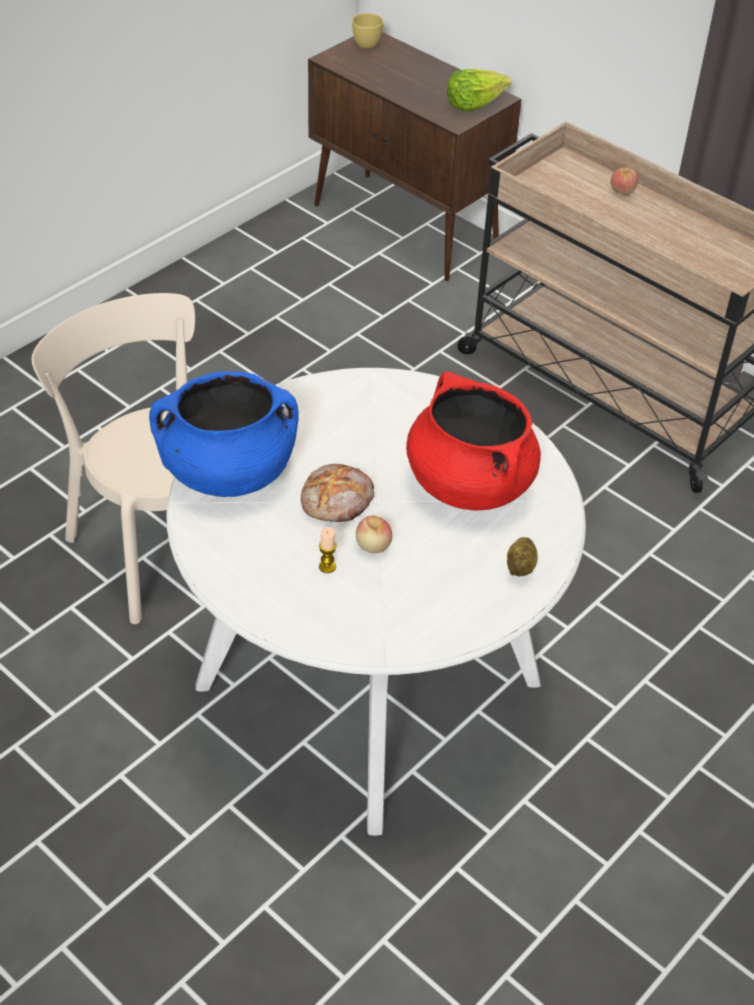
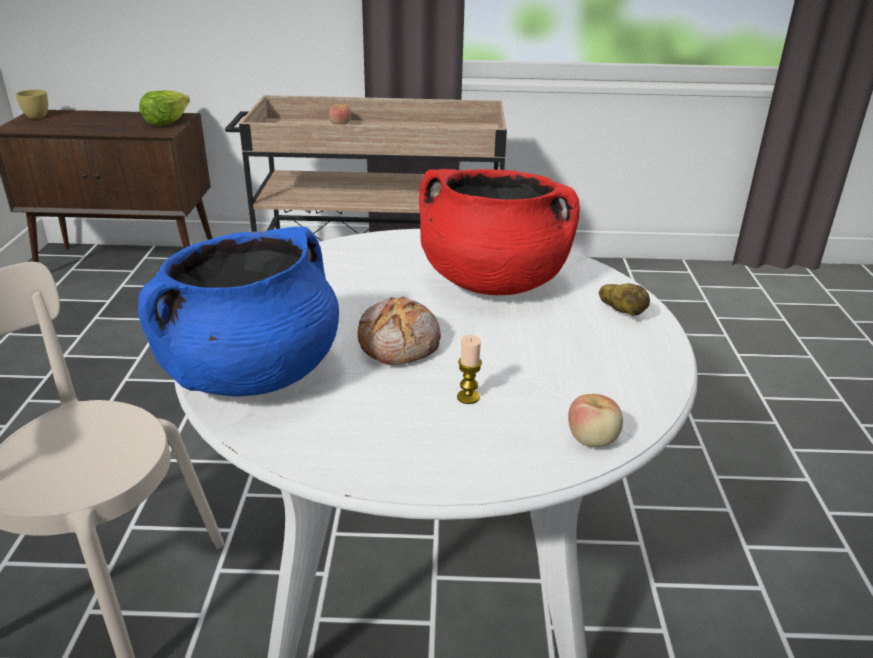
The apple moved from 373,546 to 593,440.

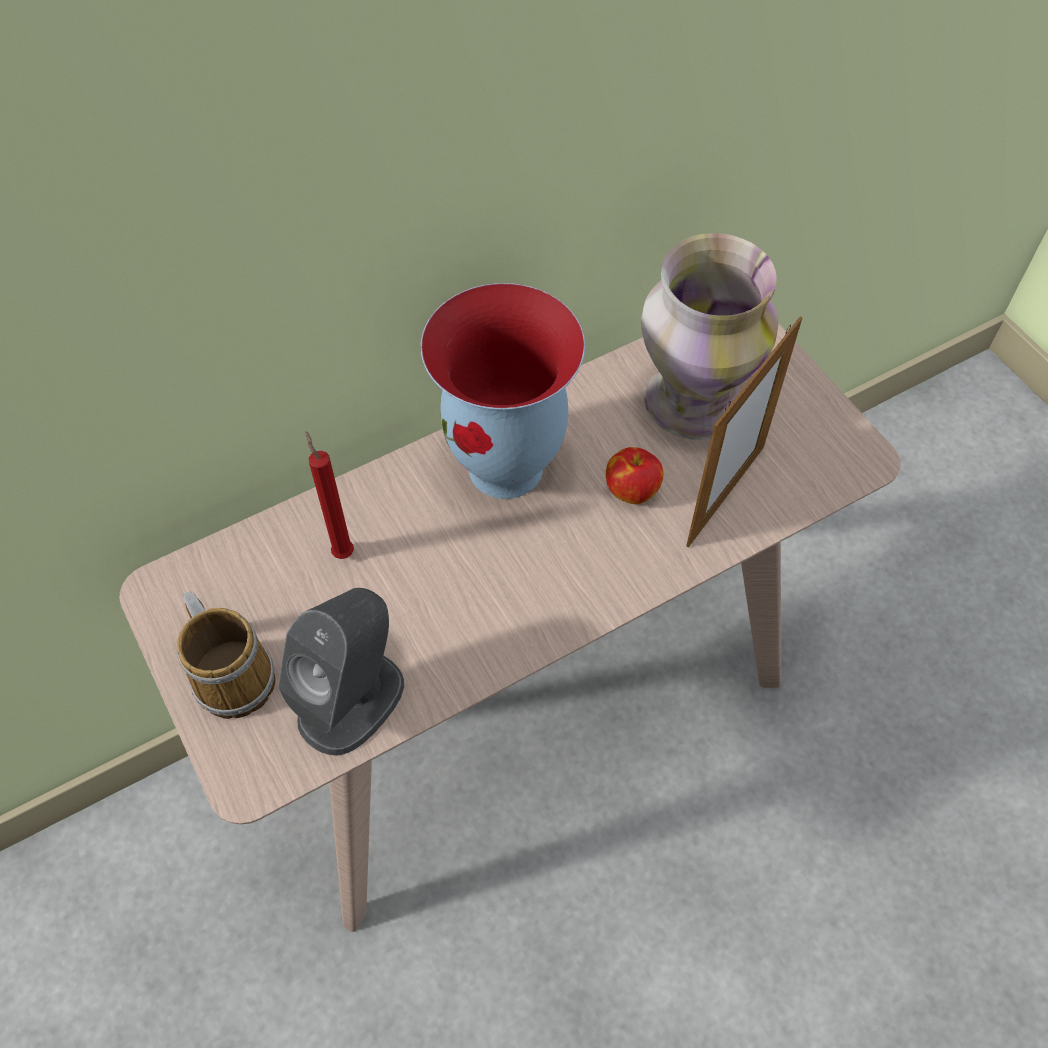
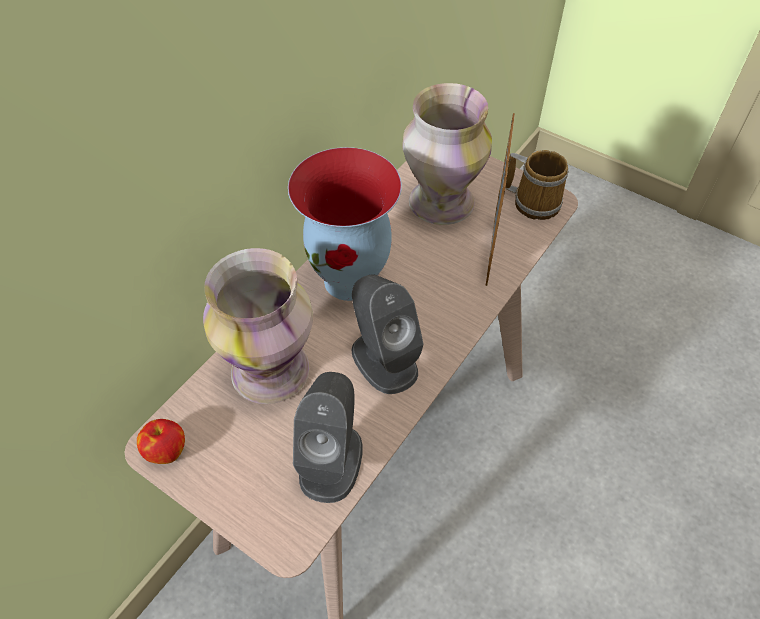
The apple moved from 632,490 to 166,451. The candle in red at 342,551 was replaced by the vase at 271,370. The speaker in grey at 384,360 appeared. The mug moved from 234,674 to 534,201.

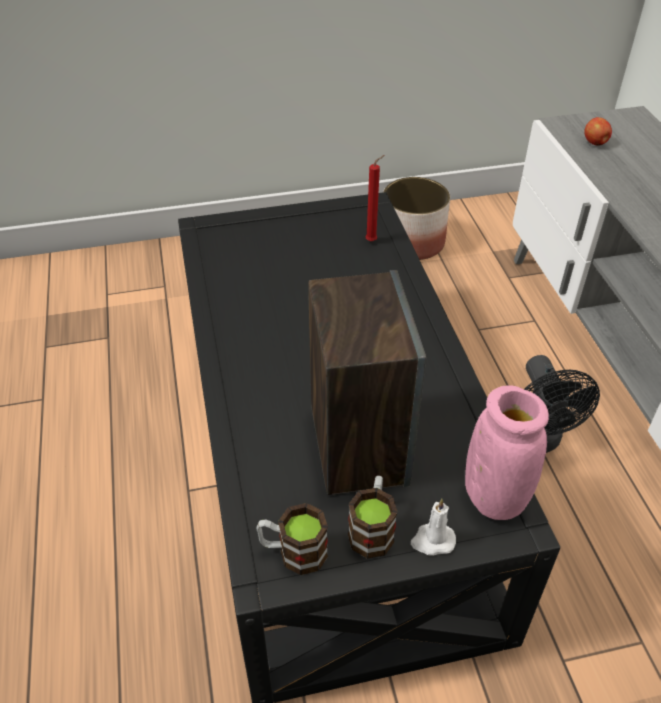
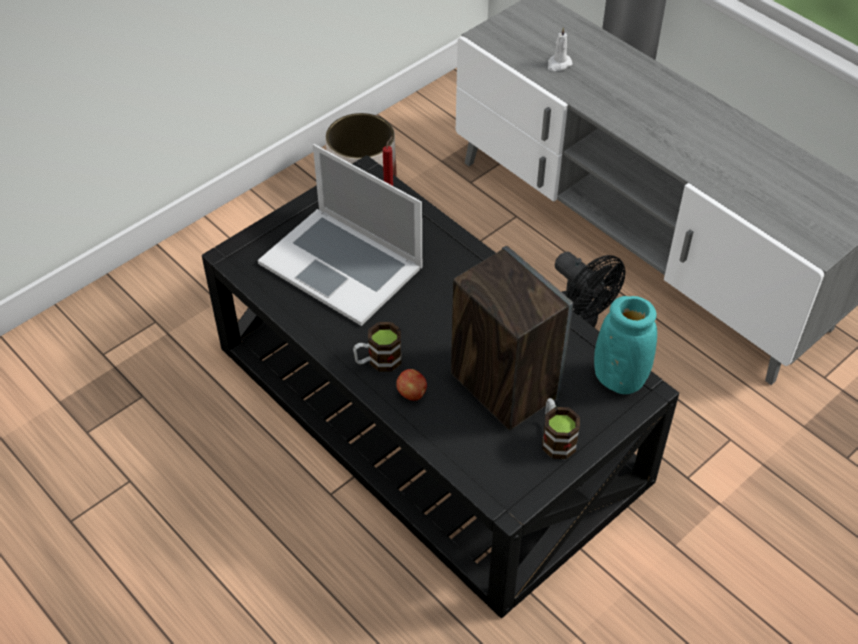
The laptop at 341,264 appeared. The mug moved from 293,552 to 378,361. The apple moved from 595,143 to 412,393. The candle in white moved from 432,541 to 558,64. The vase in pink at 494,497 became the vase in turquoise at 619,378.

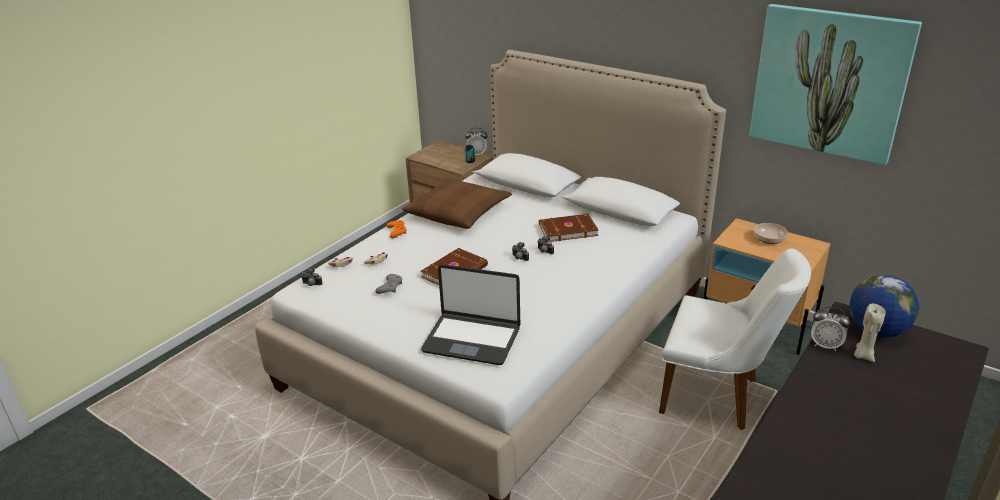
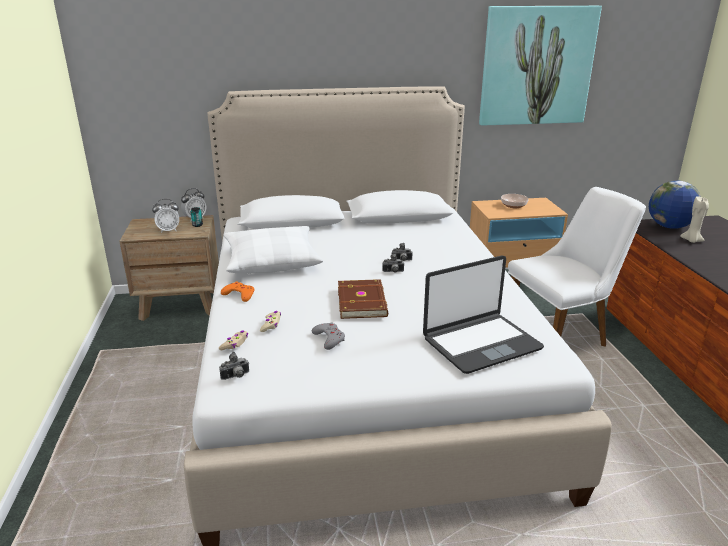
The alarm clock moved from 825,345 to 168,230. The pillow in brown at 458,212 became the pillow in white at 272,260. The book in brown at 567,230 disappeared.

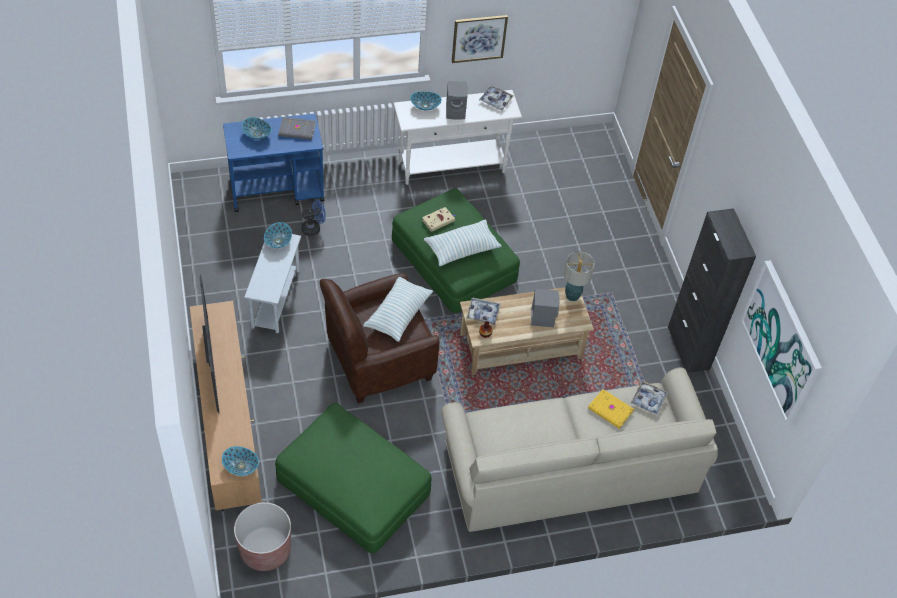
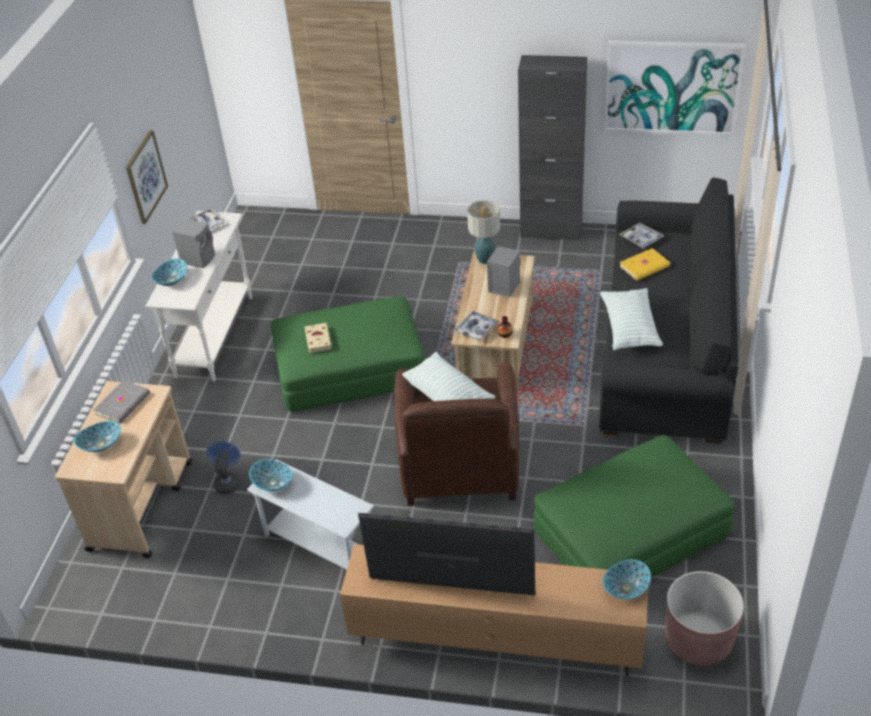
The cart in blue at 277,190 became the cart in beige at 142,504. The sofa in beige at 569,469 became the sofa in black at 666,348. The pillow moved from 462,249 to 630,328.

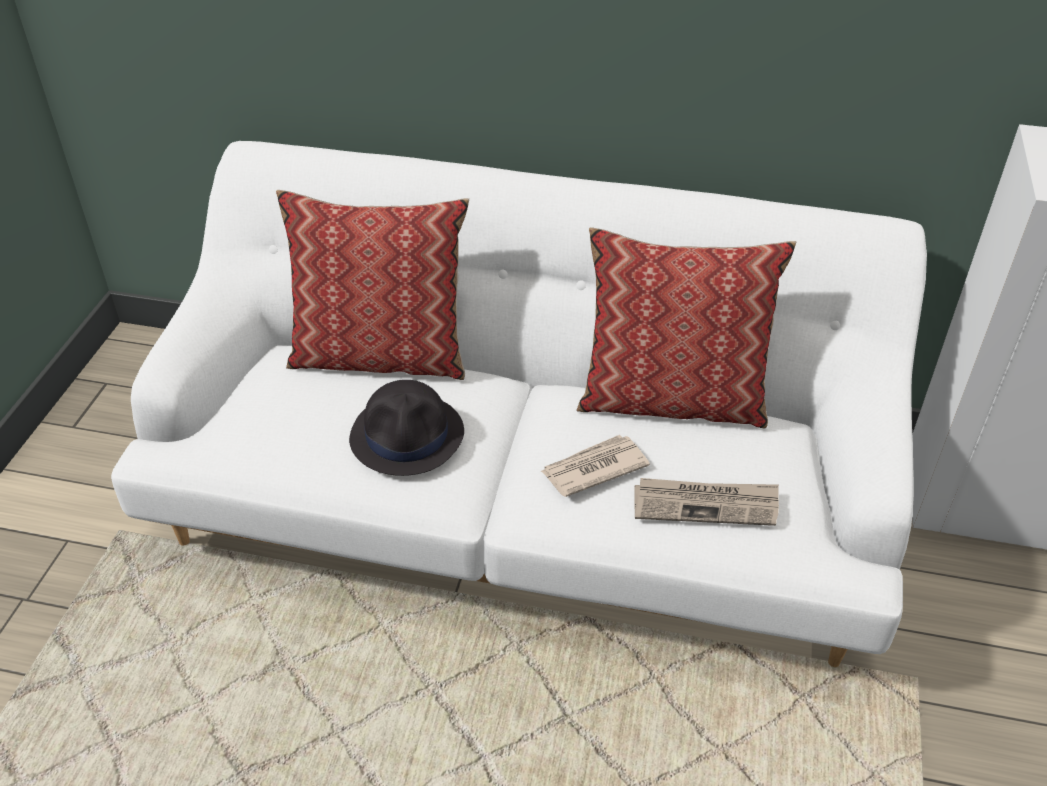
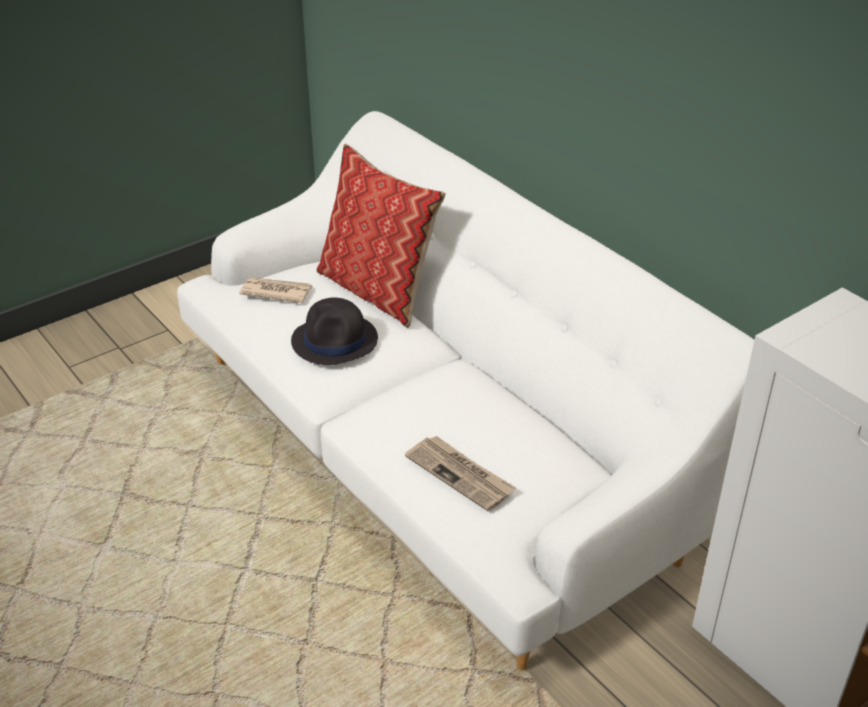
The newspaper moved from 593,468 to 275,292. The pillow at 672,399 disappeared.

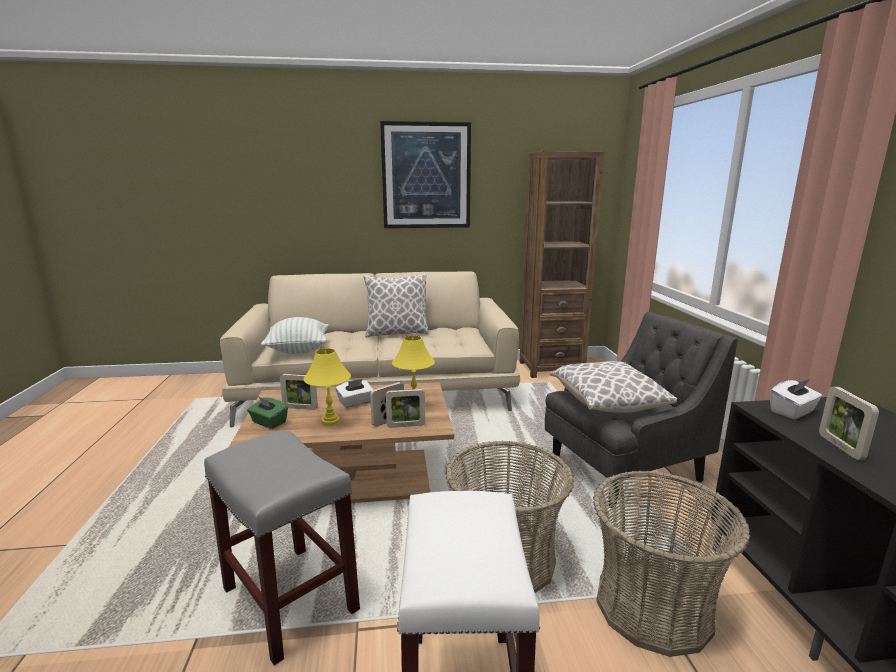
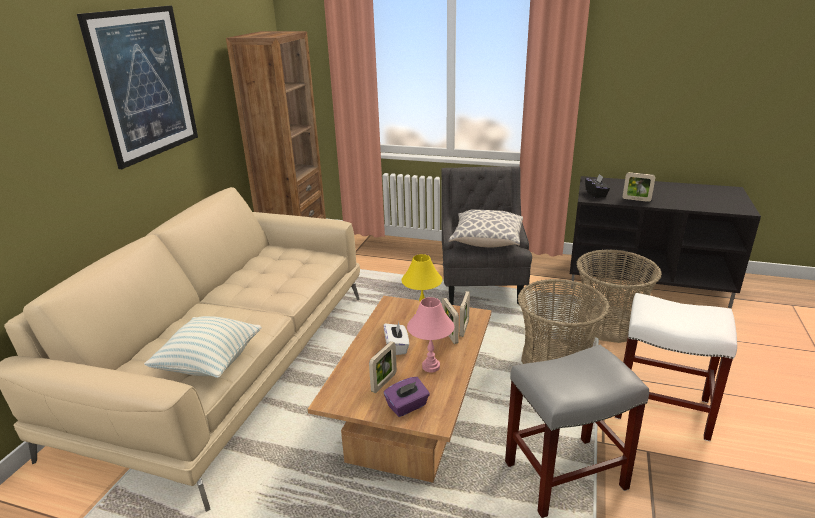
The tissue box in green at 268,422 became the tissue box in purple at 407,406. The table lamp in yellow at 331,421 became the table lamp in pink at 431,366. The tissue box in white at 792,412 became the tissue box in black at 596,194. The pillow at 397,333 disappeared.

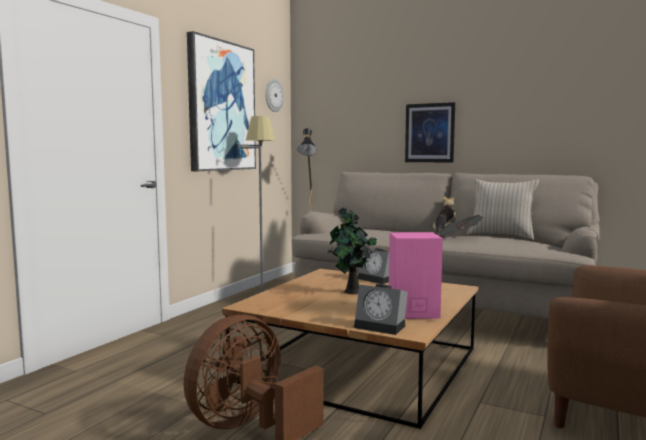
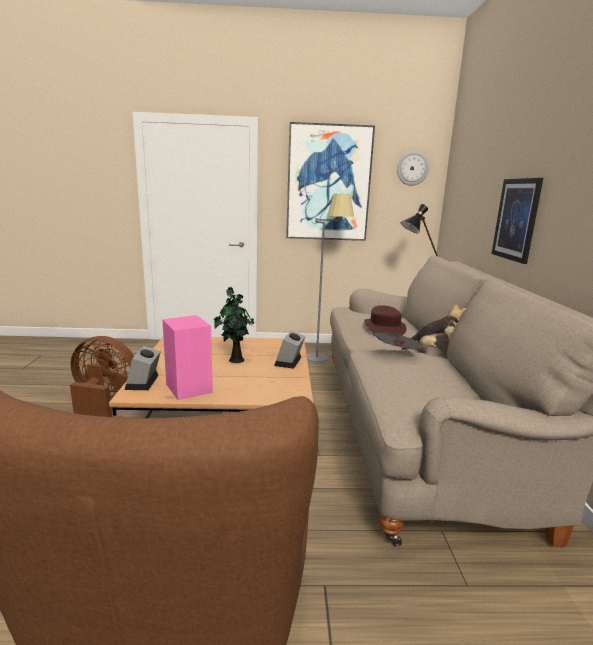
The hat in brown at 384,328 appeared. The pillow in beige at 501,236 disappeared.

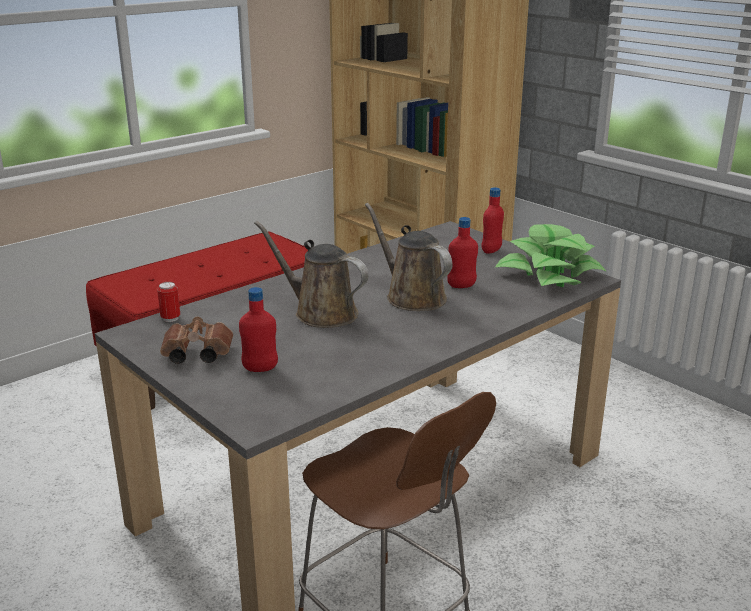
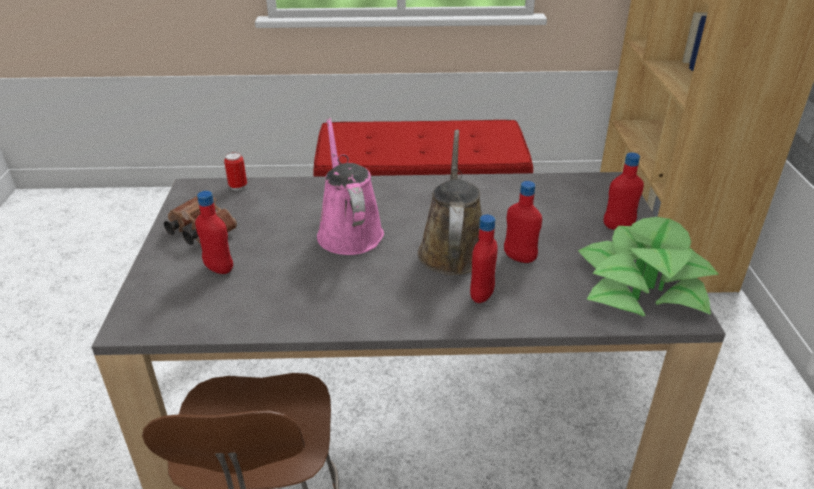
The watering can in brown at 320,312 became the watering can in pink at 348,231. The bottle in red at 481,295 appeared.

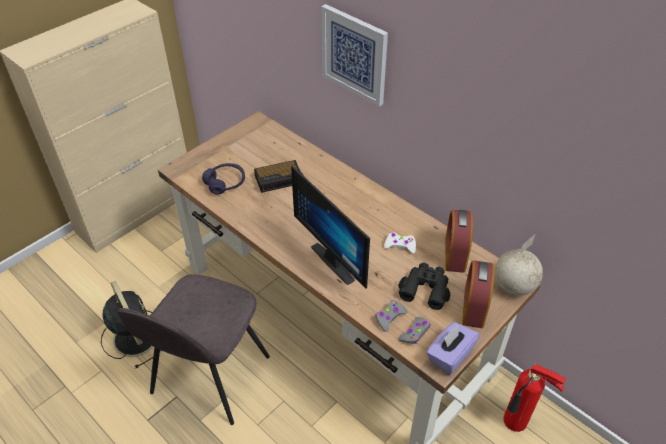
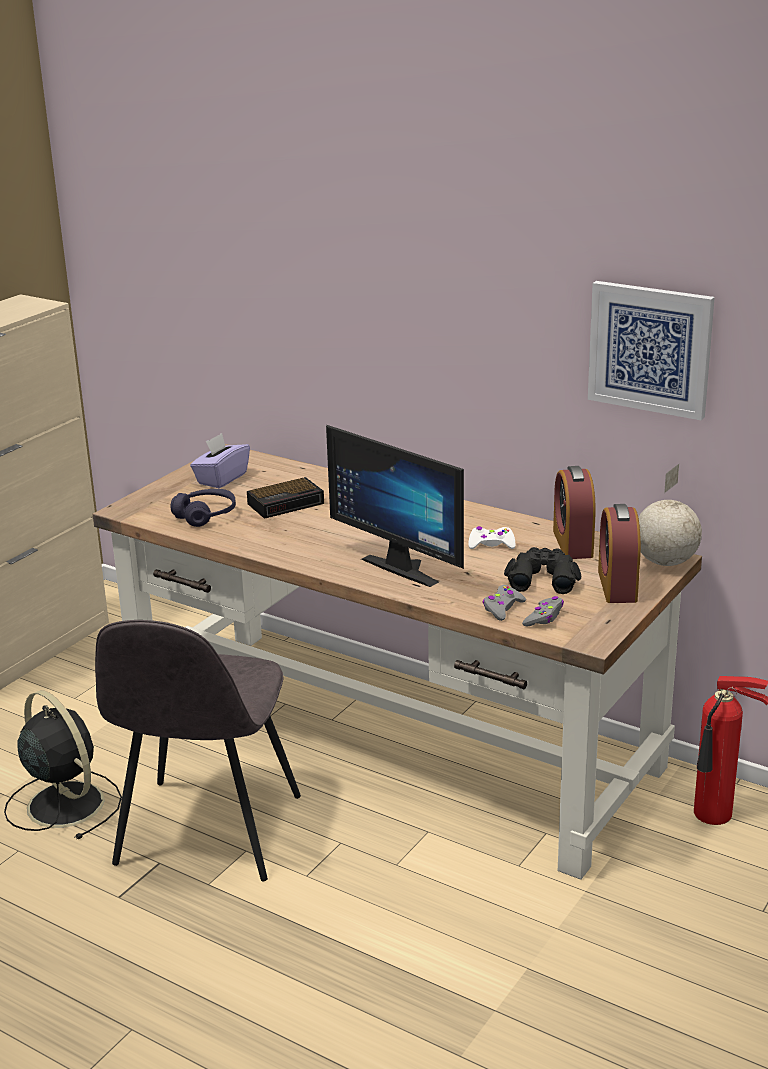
The tissue box in purple moved from 450,356 to 221,478. The picture moved from 354,54 to 650,348.

